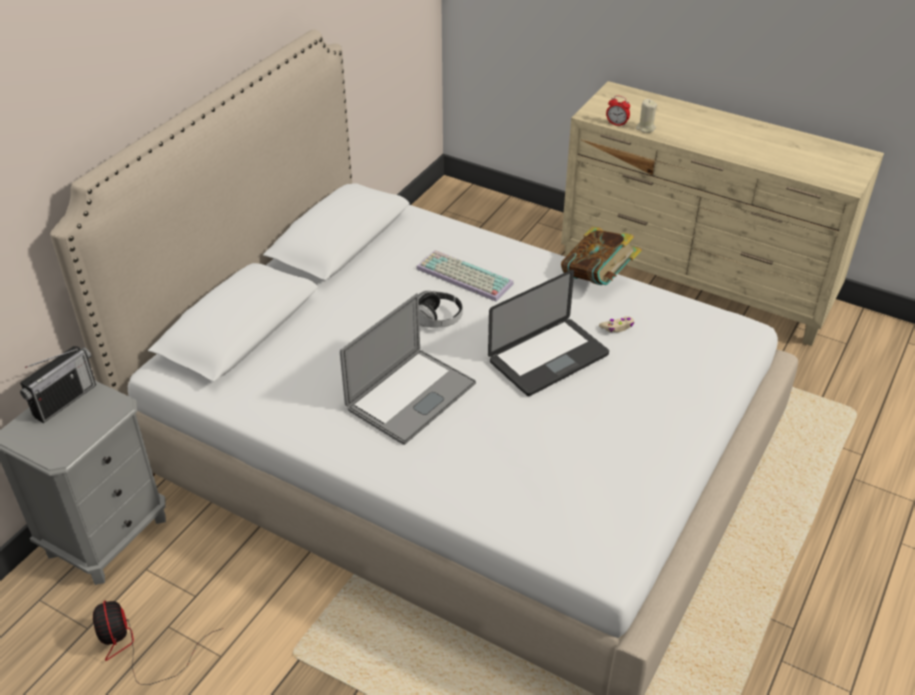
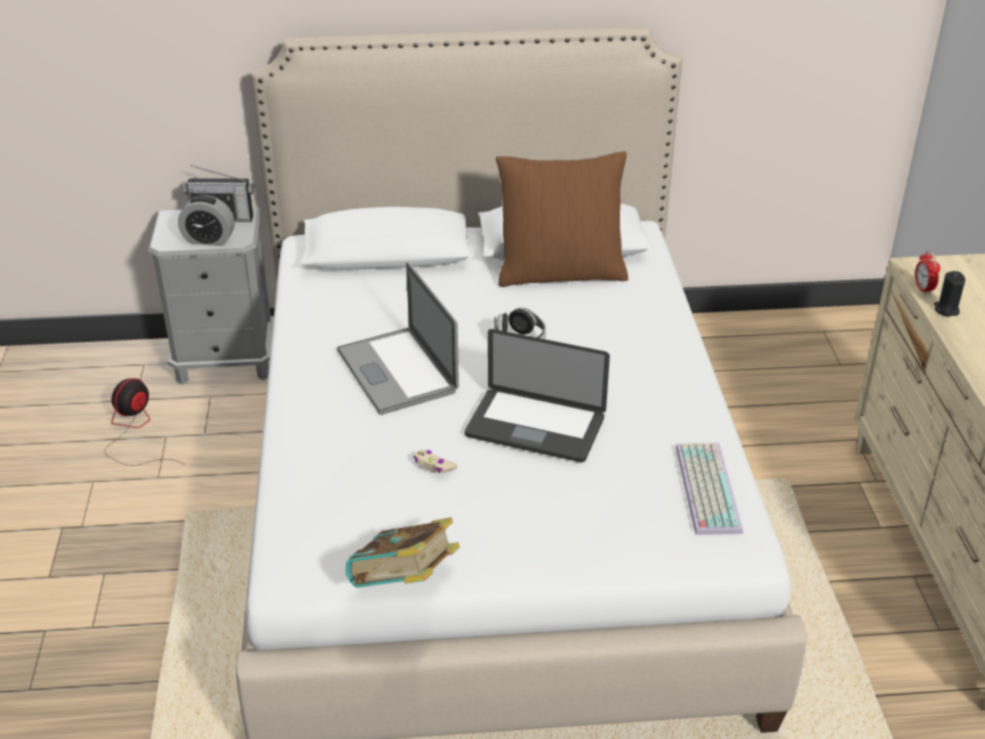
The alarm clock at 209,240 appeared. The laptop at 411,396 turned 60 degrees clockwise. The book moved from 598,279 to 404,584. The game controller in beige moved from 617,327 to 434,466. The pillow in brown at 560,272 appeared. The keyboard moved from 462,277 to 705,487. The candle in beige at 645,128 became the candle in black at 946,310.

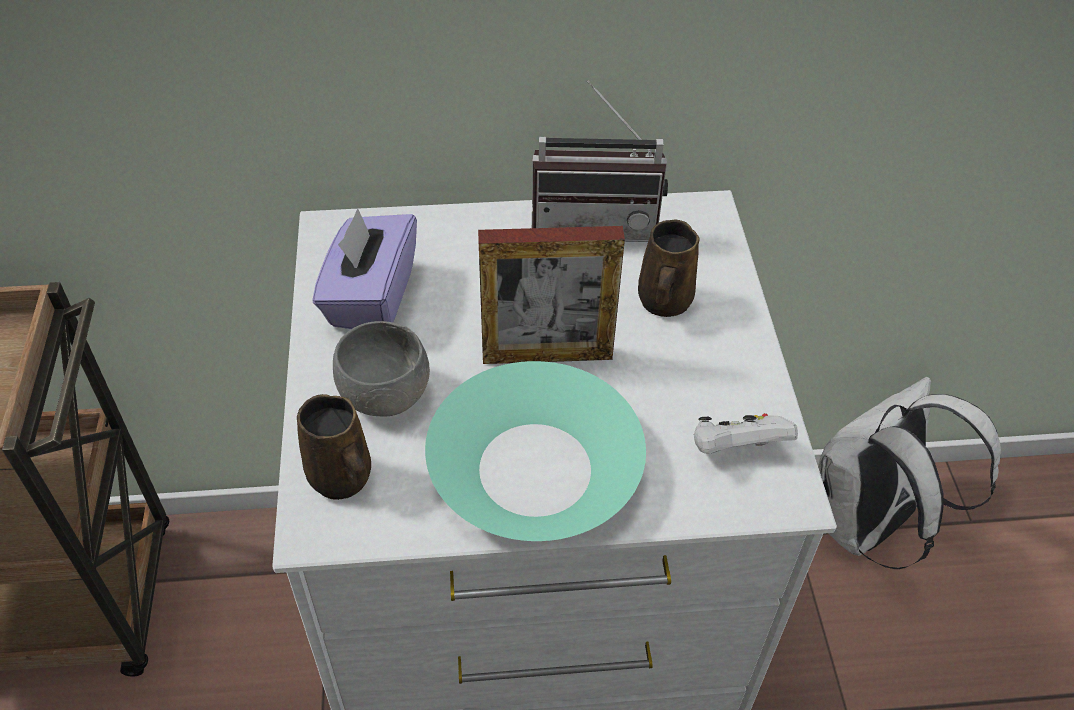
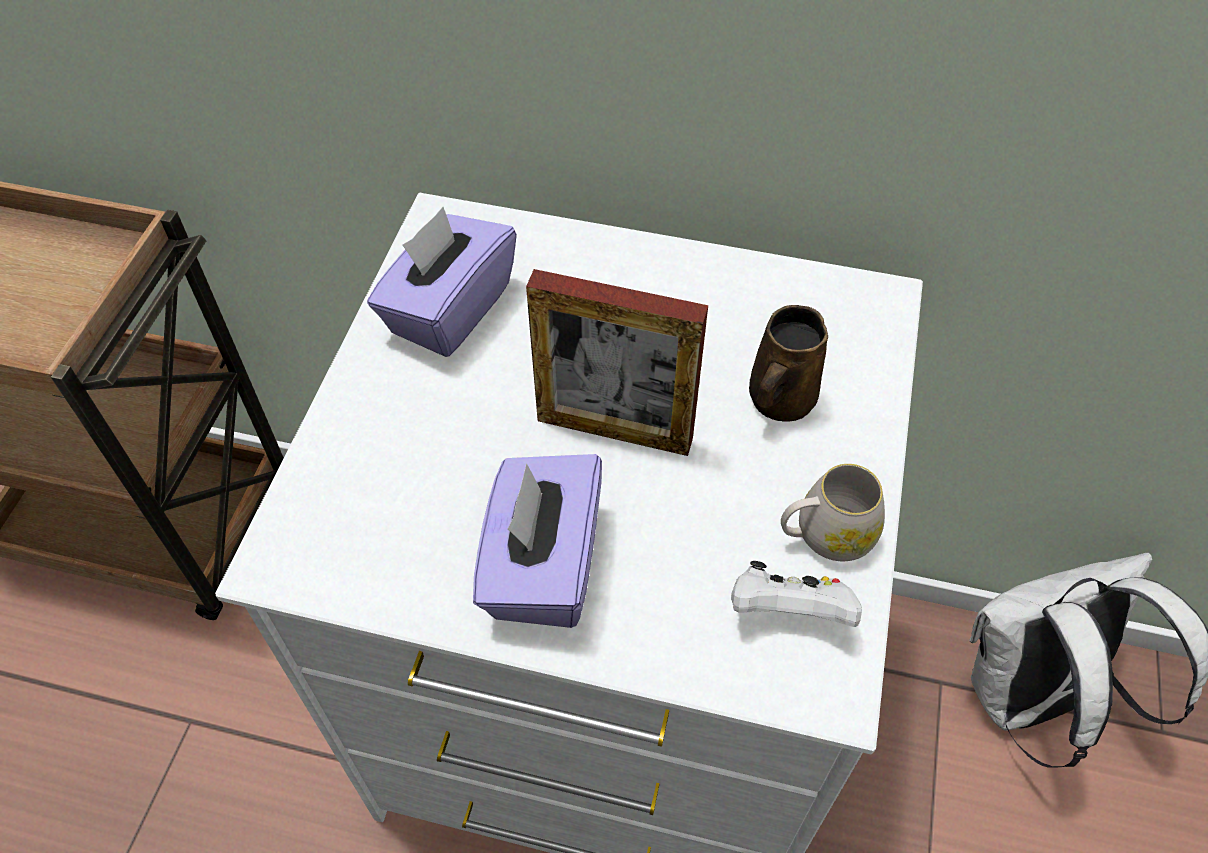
The bowl in turquoise at 535,469 was replaced by the tissue box in purple at 542,565. The mug in white at 825,535 appeared. The mug in brown at 342,479 disappeared. The bowl in grey at 385,395 disappeared. The radio at 595,223 disappeared.

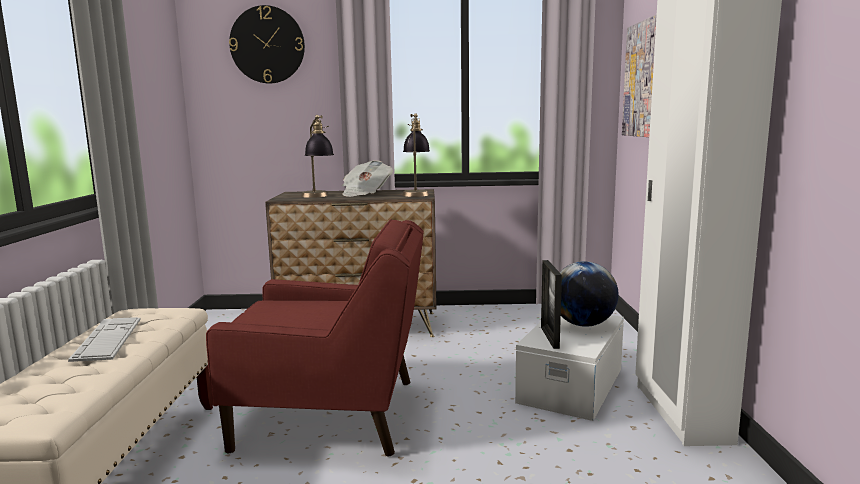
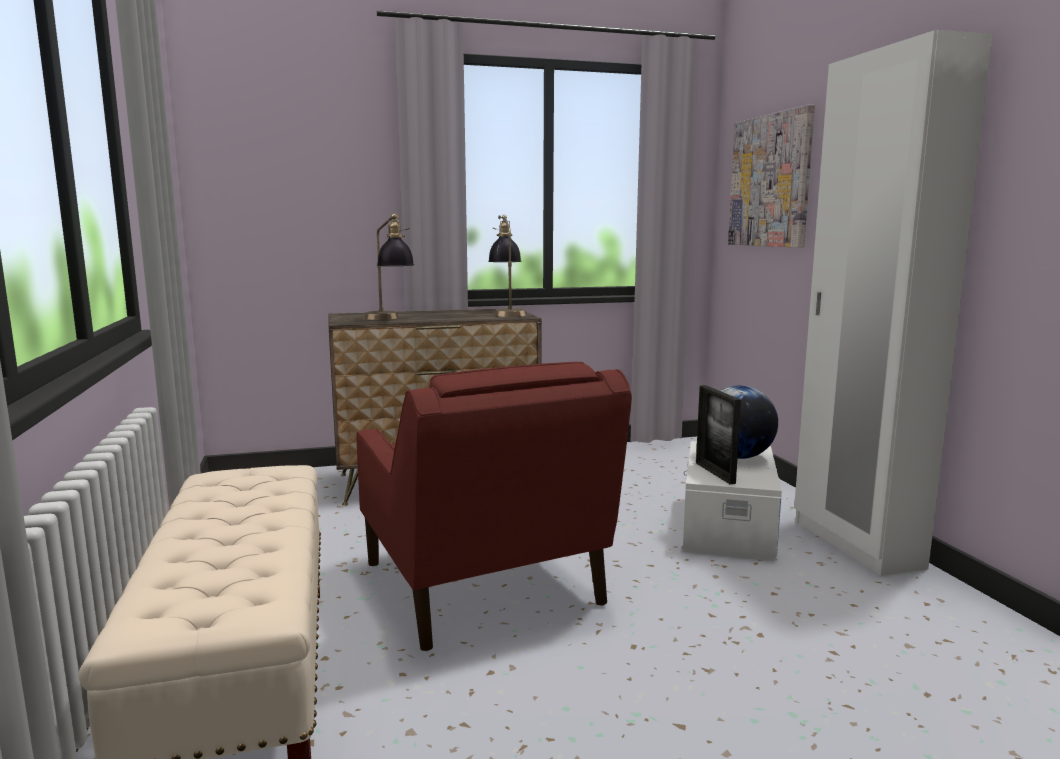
The armchair in red at 332,415 turned 75 degrees clockwise. The keyboard at 108,339 disappeared. The wall clock at 267,45 disappeared. The newspaper at 365,193 disappeared.

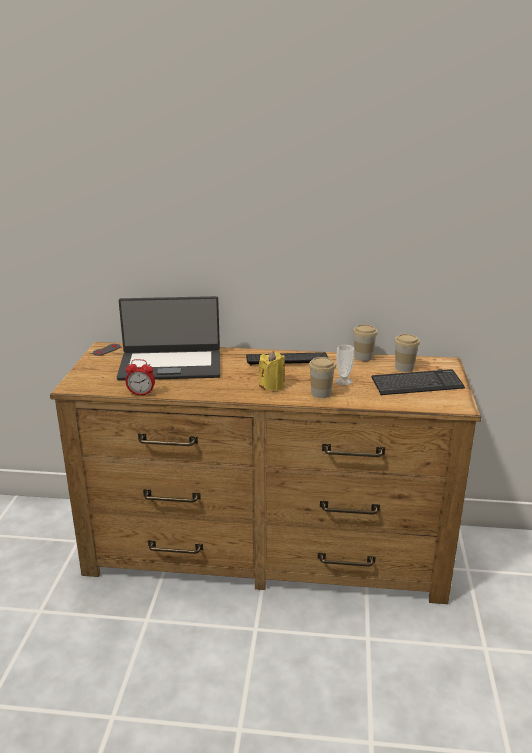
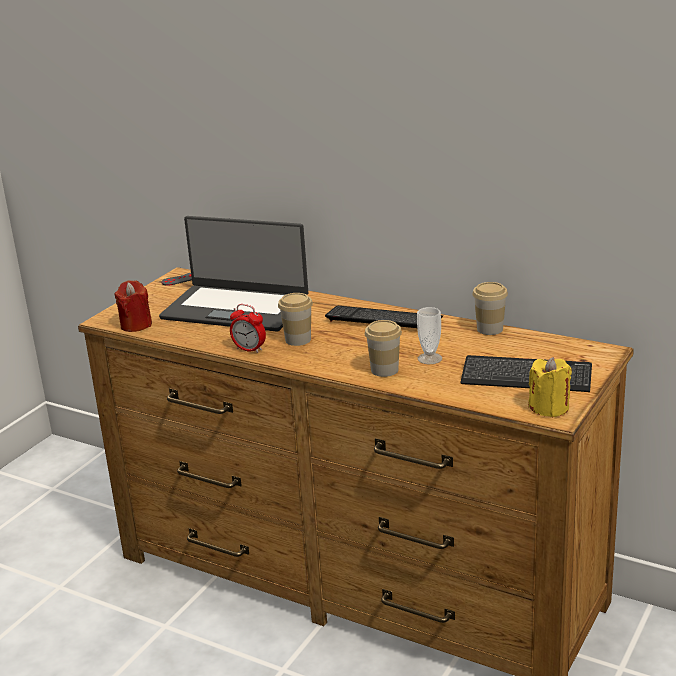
The candle in red at 136,325 appeared. The alarm clock moved from 141,394 to 249,349. The cup moved from 404,368 to 298,340. The candle in yellow moved from 272,385 to 549,408.

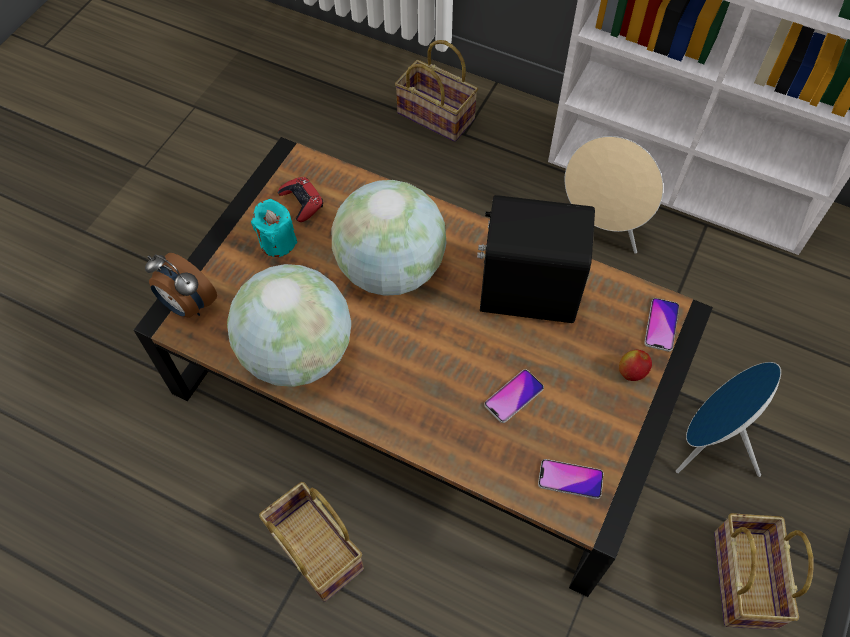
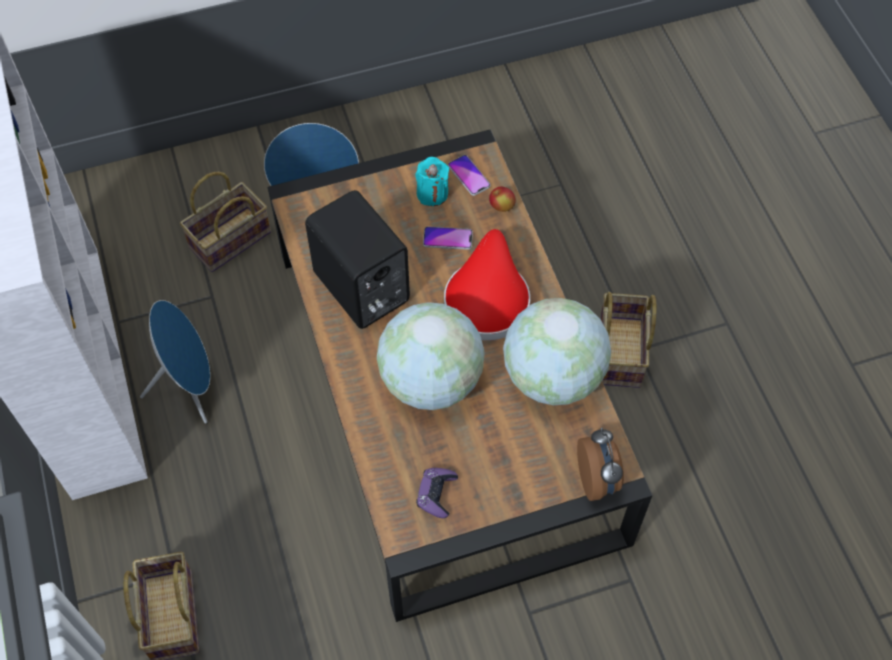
The speaker in beige at 601,229 became the speaker in blue at 189,386. The basket moved from 741,576 to 229,242. The candle in turquoise moved from 277,242 to 432,193. The game controller in red at 302,202 became the game controller in purple at 436,494. The hat in red at 487,297 appeared. The apple moved from 632,372 to 501,206. The phone at 661,325 disappeared.

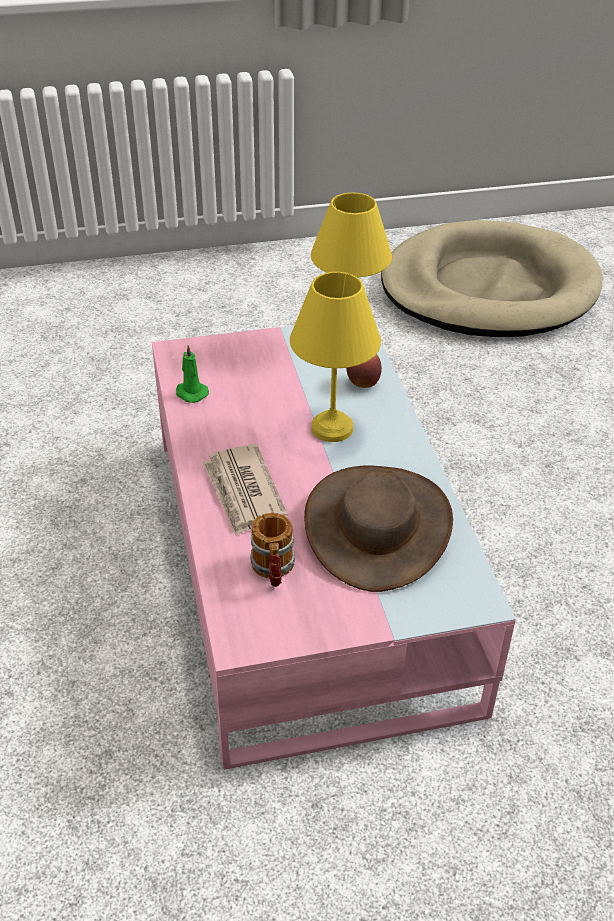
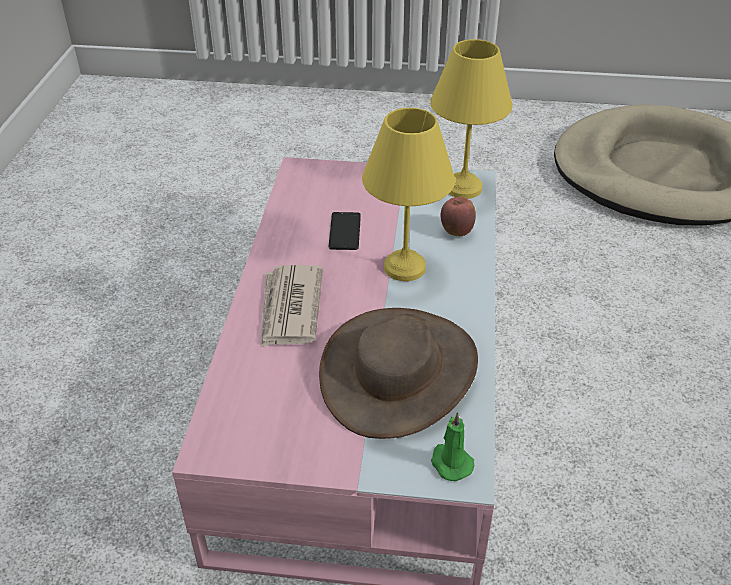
The phone at 345,231 appeared. The candle in green moved from 190,393 to 450,462. The mug at 273,570 disappeared.

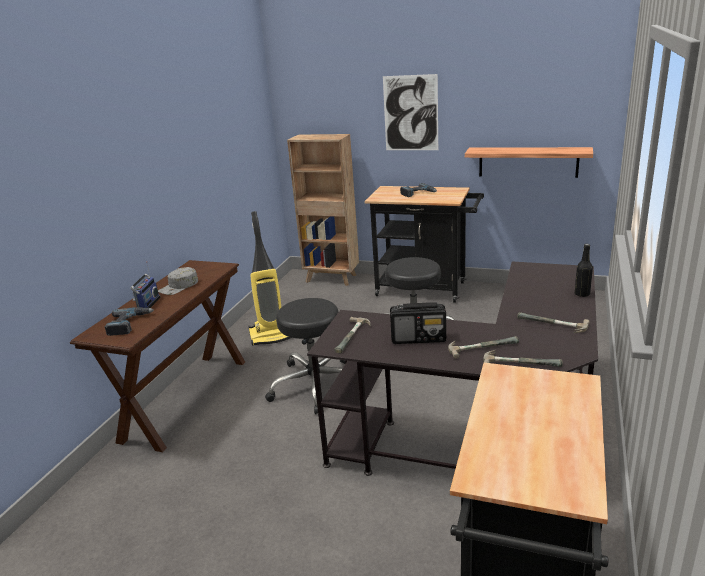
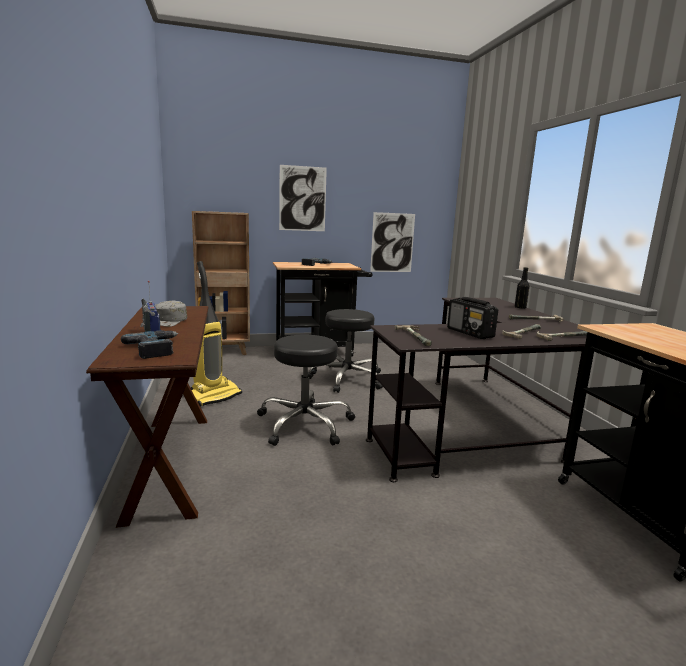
The shelf at 528,162 was replaced by the picture at 392,242. The radio at 419,338 turned 90 degrees clockwise.

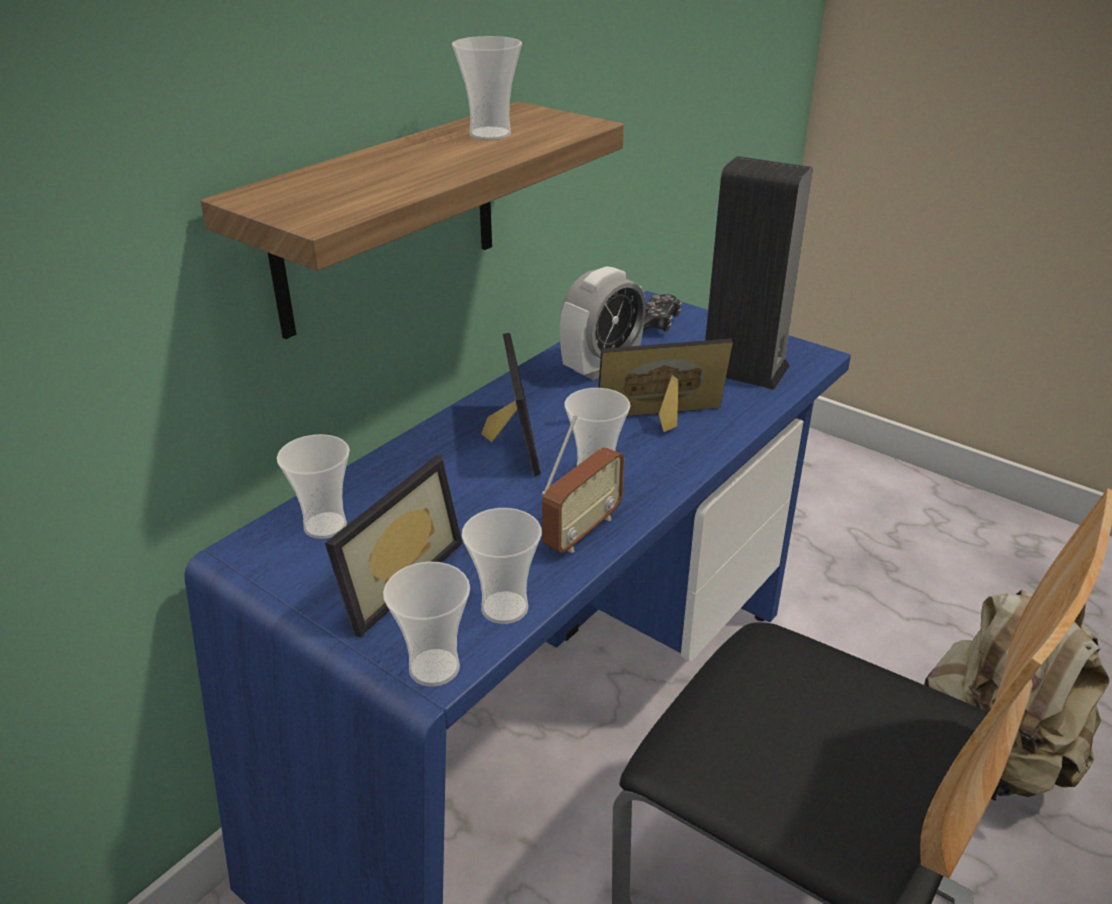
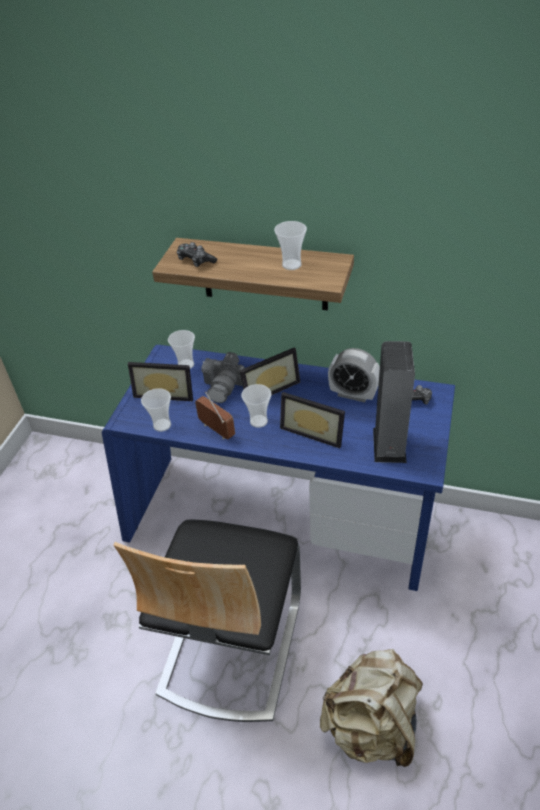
The game controller at 195,261 appeared. The radio at 582,531 turned 150 degrees counterclockwise. The photo camera at 224,386 appeared. The picture frame at 663,422 turned 150 degrees clockwise. The cup at 434,668 disappeared.

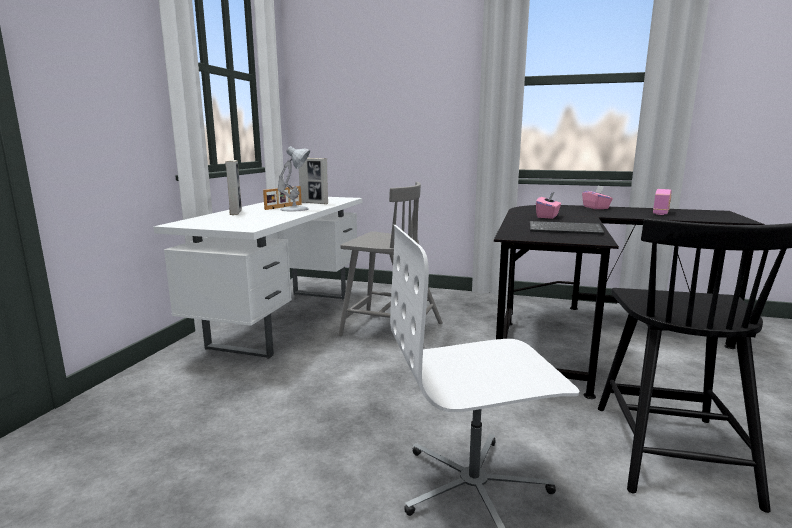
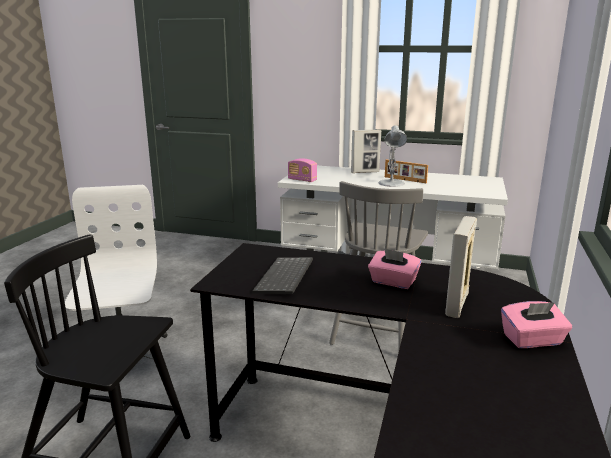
The radio moved from 660,213 to 302,180. The picture frame moved from 314,203 to 457,305.

